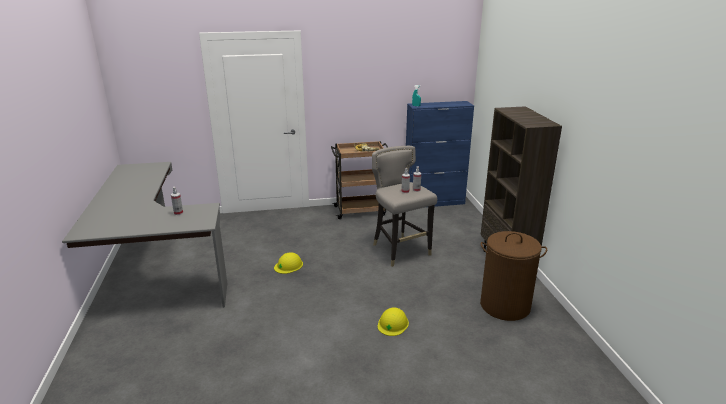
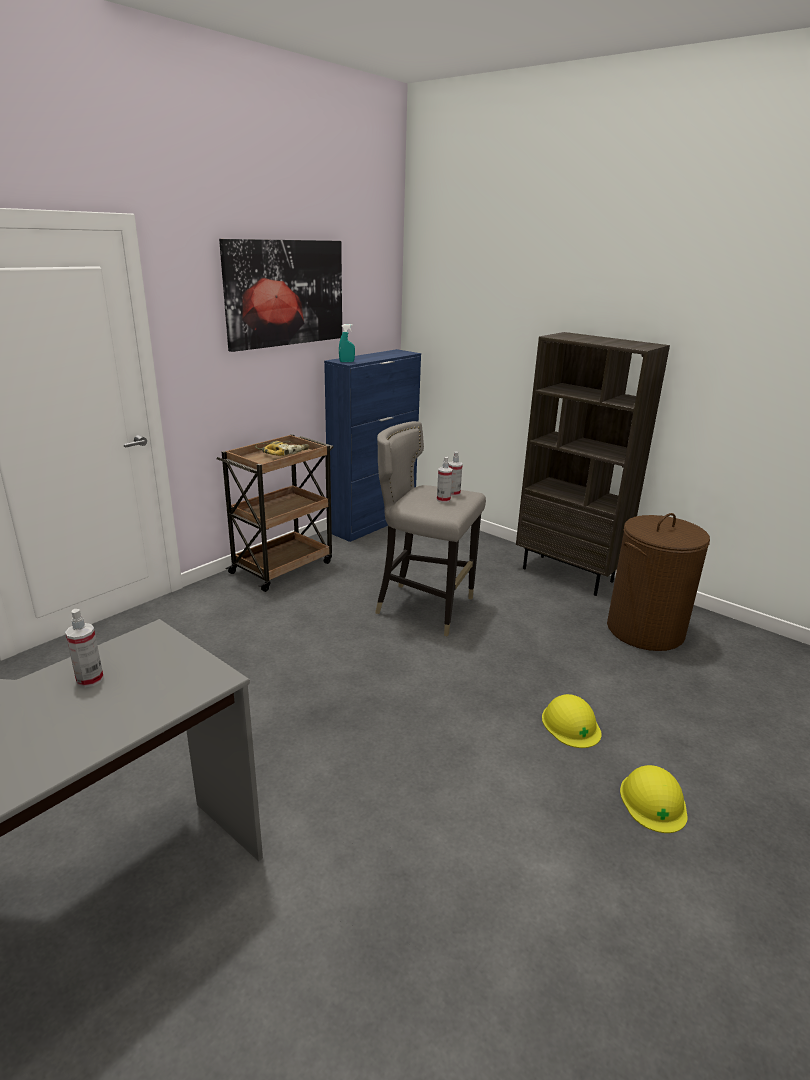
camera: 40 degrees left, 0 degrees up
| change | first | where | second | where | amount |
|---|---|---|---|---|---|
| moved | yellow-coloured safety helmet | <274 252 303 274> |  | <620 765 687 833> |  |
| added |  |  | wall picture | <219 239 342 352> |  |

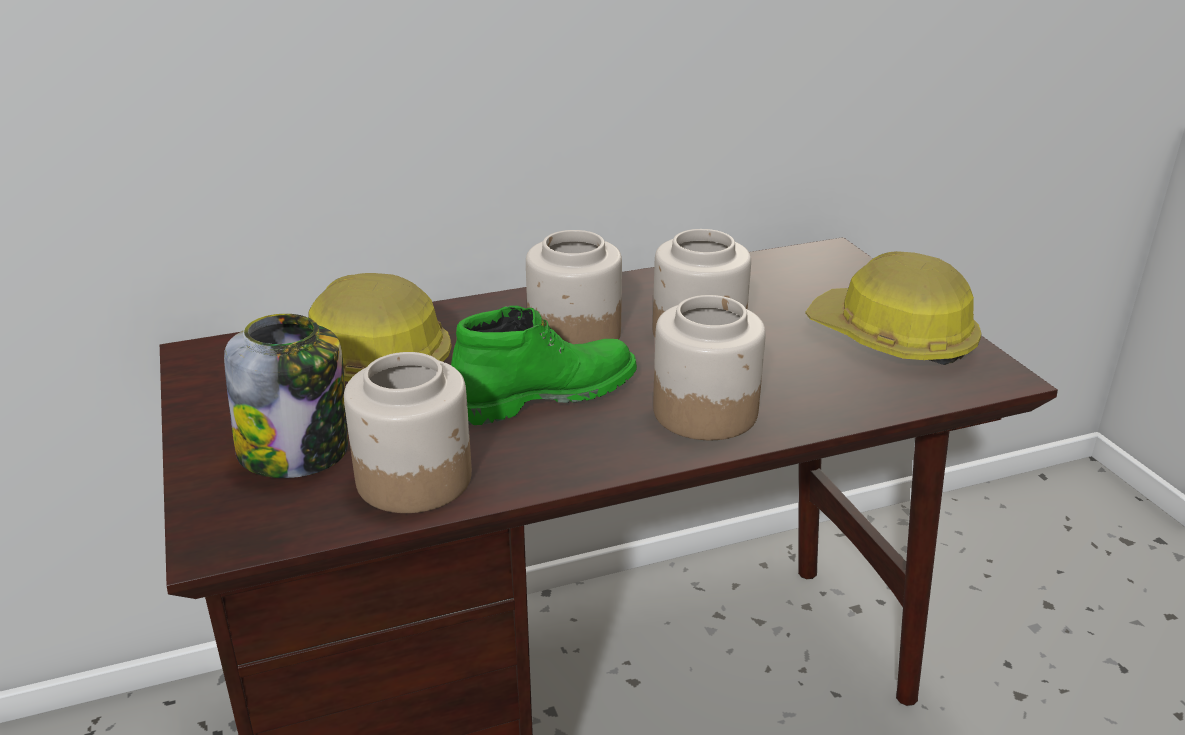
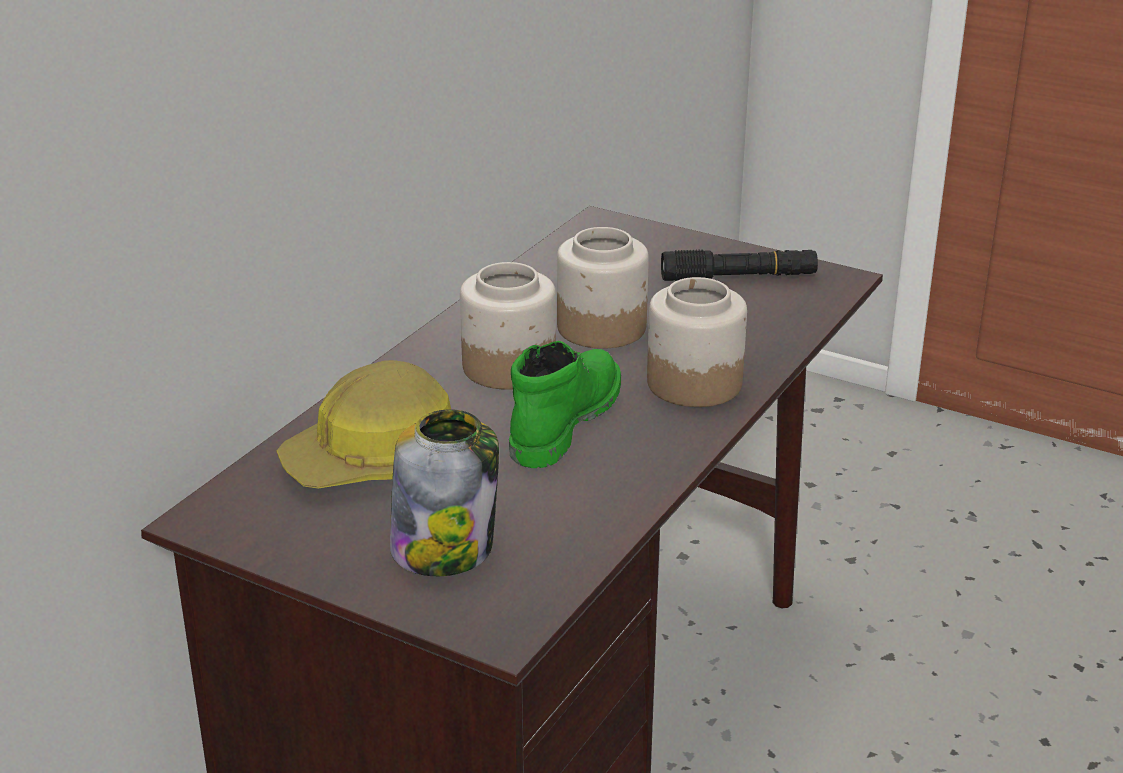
camera: 40 degrees left, 0 degrees up
| change | first | where | second | where | amount |
|---|---|---|---|---|---|
| replaced | safety helmet | <805 251 982 365> | black hand torch | <661 249 818 281> |  |
| removed | storage jar | <344 352 472 513> |  |  |  |

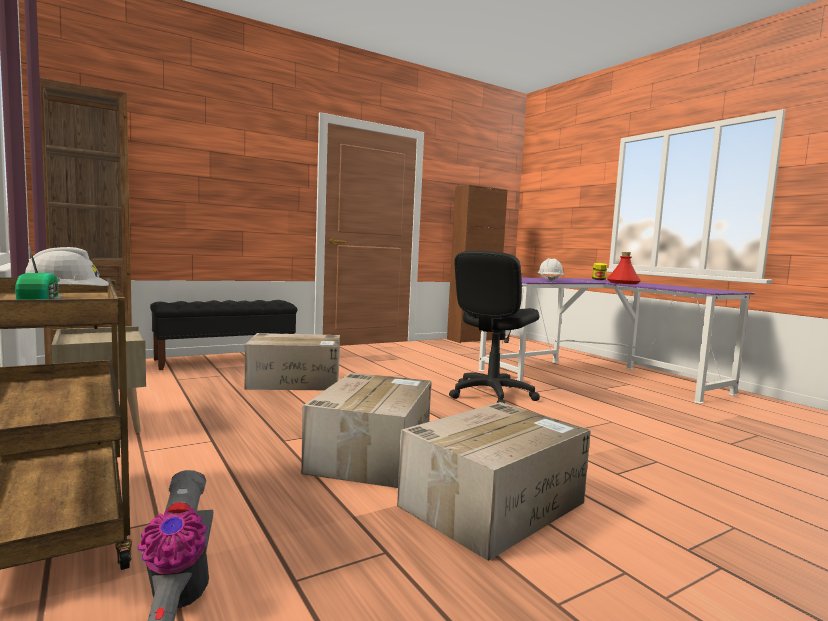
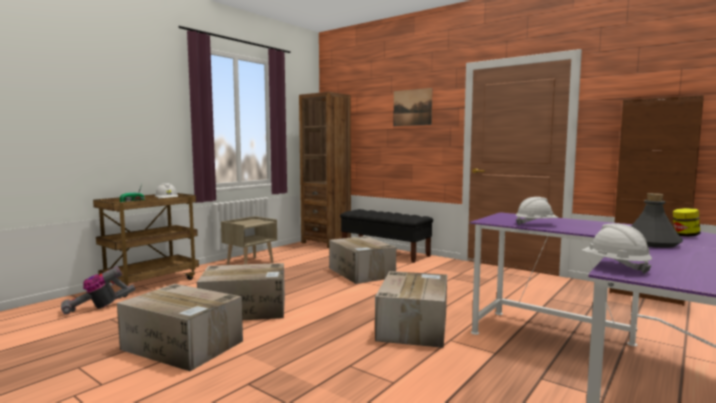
camera: 70 degrees right, 0 degrees up
| change | first | where | second | where | amount |
|---|---|---|---|---|---|
| replaced | black desk chair | <449 251 540 404> | carton | <375 271 447 348> |  |
| recoloured | reddish drink bottle | <607 252 641 284> | gray drink bottle | <631 193 683 248> |  |
| added |  |  | wall picture | <393 88 432 126> |  |
| added |  |  | whitish safety helmet | <582 223 652 274> |  |

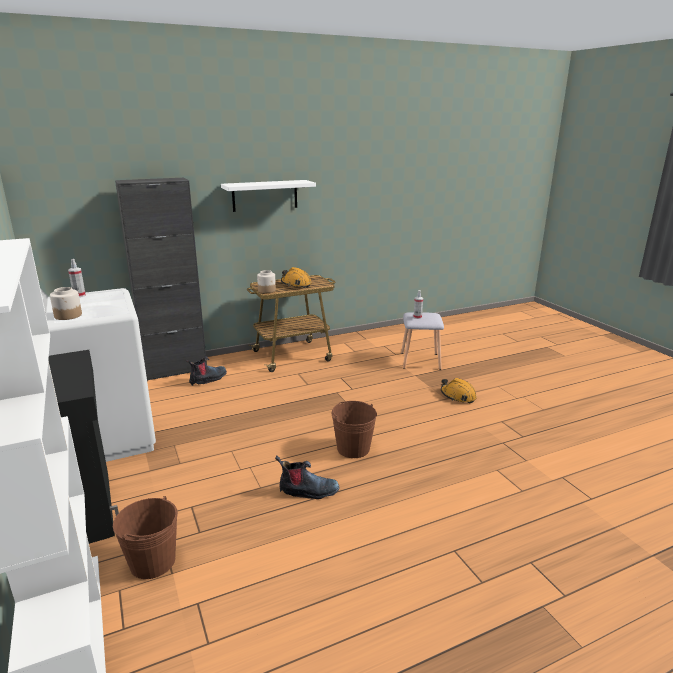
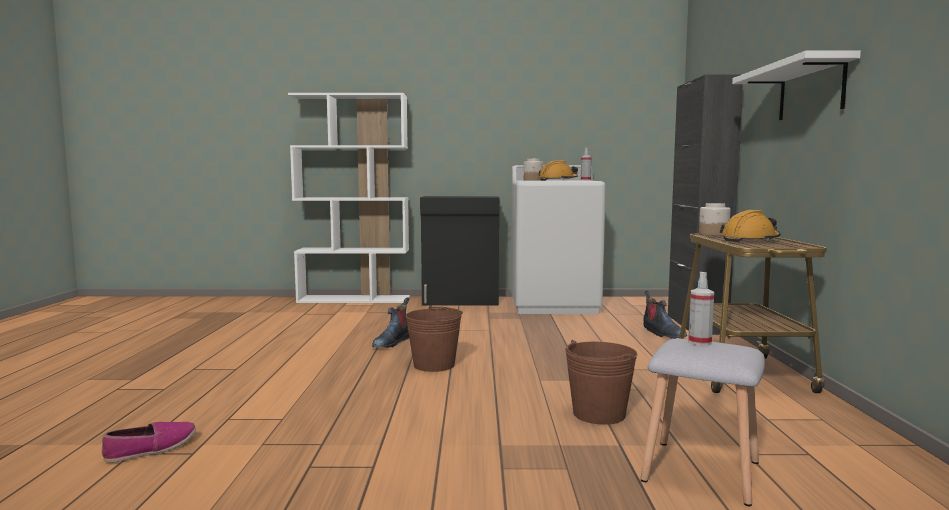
camera: 115 degrees right, 15 degrees down
| change | first | where | second | where | amount |
|---|---|---|---|---|---|
| moved | orange safety helmet | <441 378 477 404> |  | <538 160 578 181> |  |
| moved | brown-coloured water bucket | <113 496 178 579> |  | <565 340 638 425> |  |
| added |  |  | shoe | <102 422 196 463> |  |

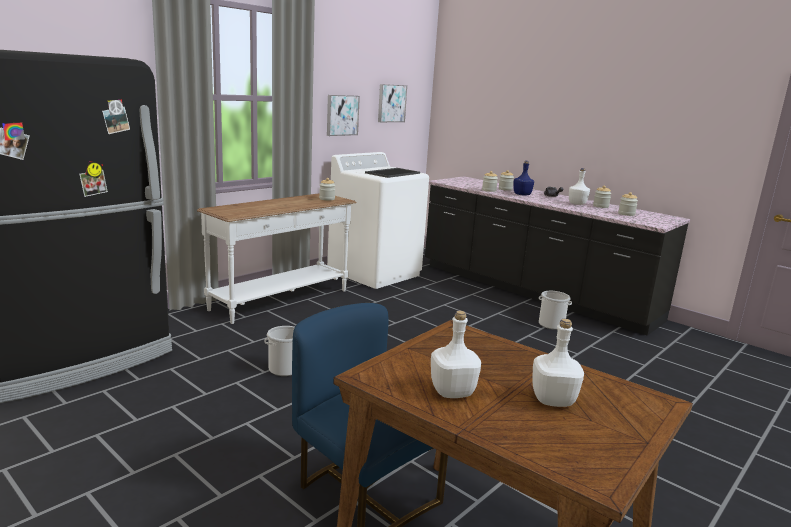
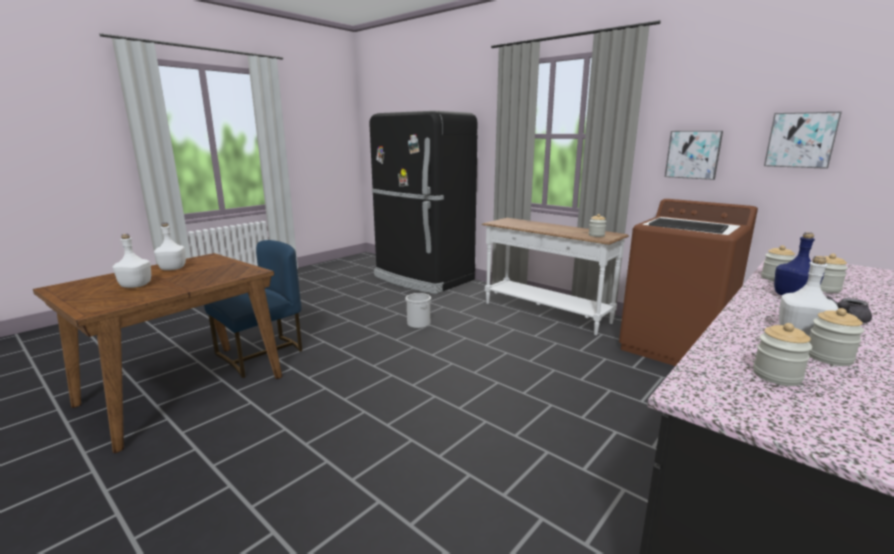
camera: 90 degrees right, 0 degrees up
| change | first | where | second | where | amount |
|---|---|---|---|---|---|
| recoloured | whitish laundry appliance | <327 152 429 289> | brown-coloured laundry appliance | <619 199 758 366> |  |
| removed | water bucket | <539 291 572 330> |  |  |  |

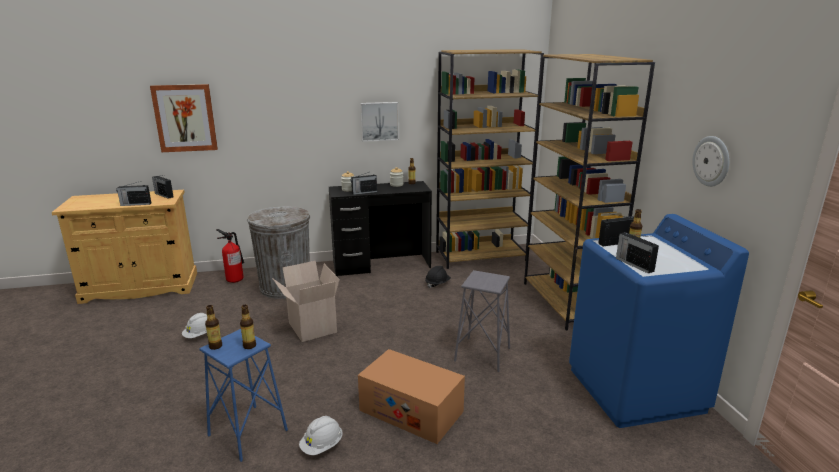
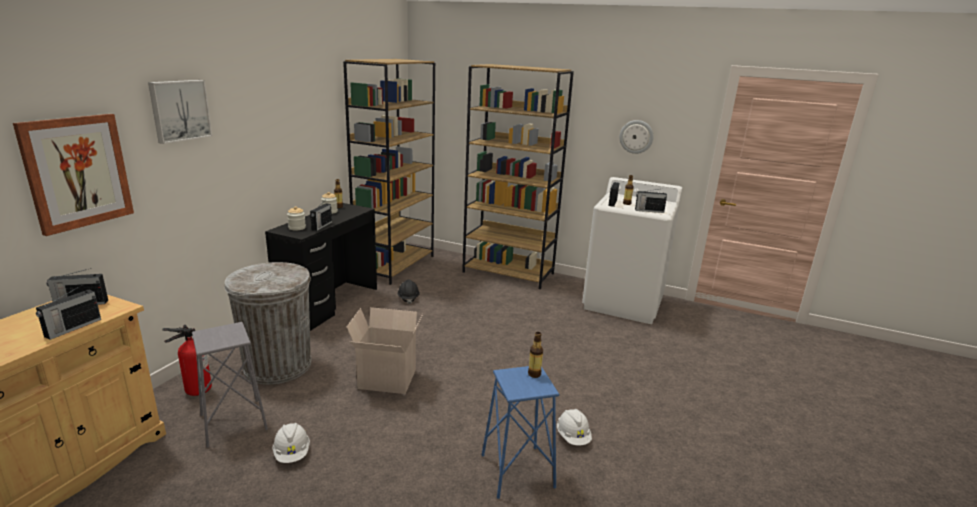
camera: 55 degrees left, 0 degrees up
| change | first | where | second | where | amount |
|---|---|---|---|---|---|
| moved | wall picture | <360 102 399 142> |  | <148 80 212 144> |  |
| recoloured | bluish laundry appliance | <569 214 749 428> | whitish laundry appliance | <582 177 683 324> |  |
| moved | gray sitting stool | <454 270 510 372> |  | <192 322 268 448> |  |
| removed | drink bottle | <205 305 222 350> |  |  |  |
| removed | carton | <358 349 465 444> |  |  |  |

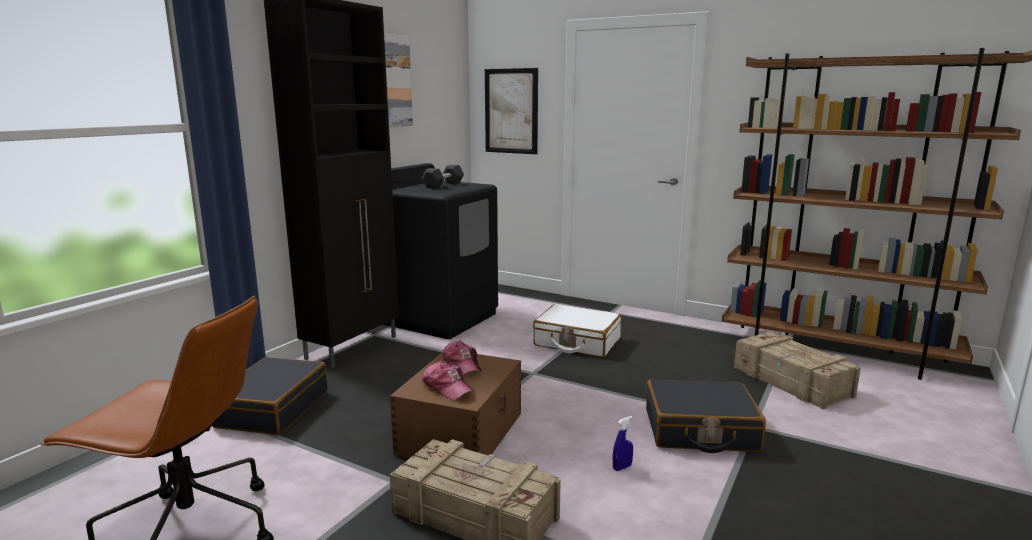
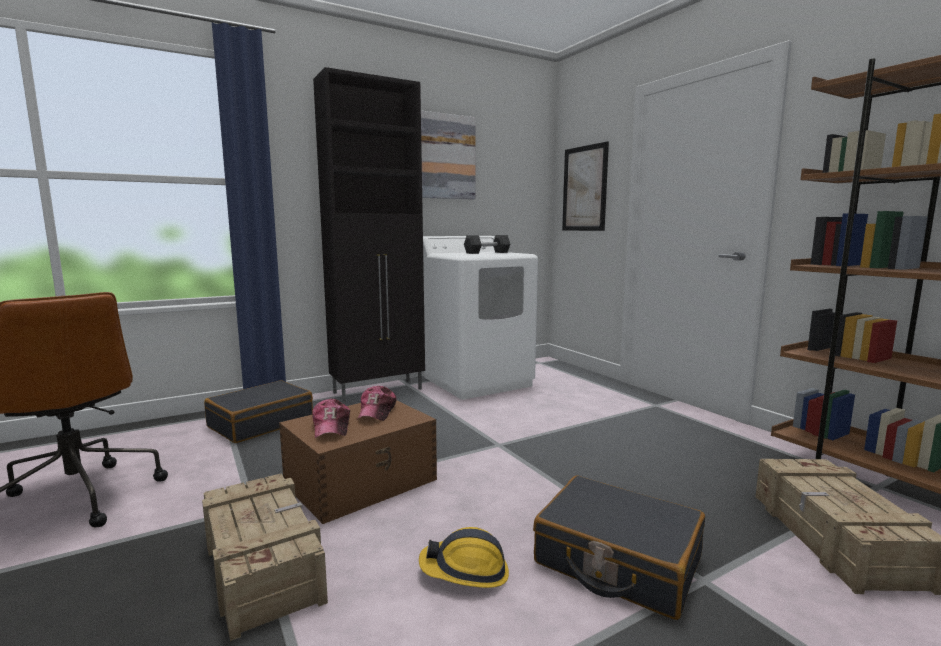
camera: 30 degrees right, 5 degrees down
| change | first | where | second | where | amount |
|---|---|---|---|---|---|
| recoloured | black laundry appliance | <383 163 498 339> | whitish laundry appliance | <423 236 538 400> |  |
| removed | whitish suitcase | <533 304 621 358> |  |  |  |
| replaced | bluish spray bottle | <613 416 633 471> | safety helmet | <419 527 509 588> |  |

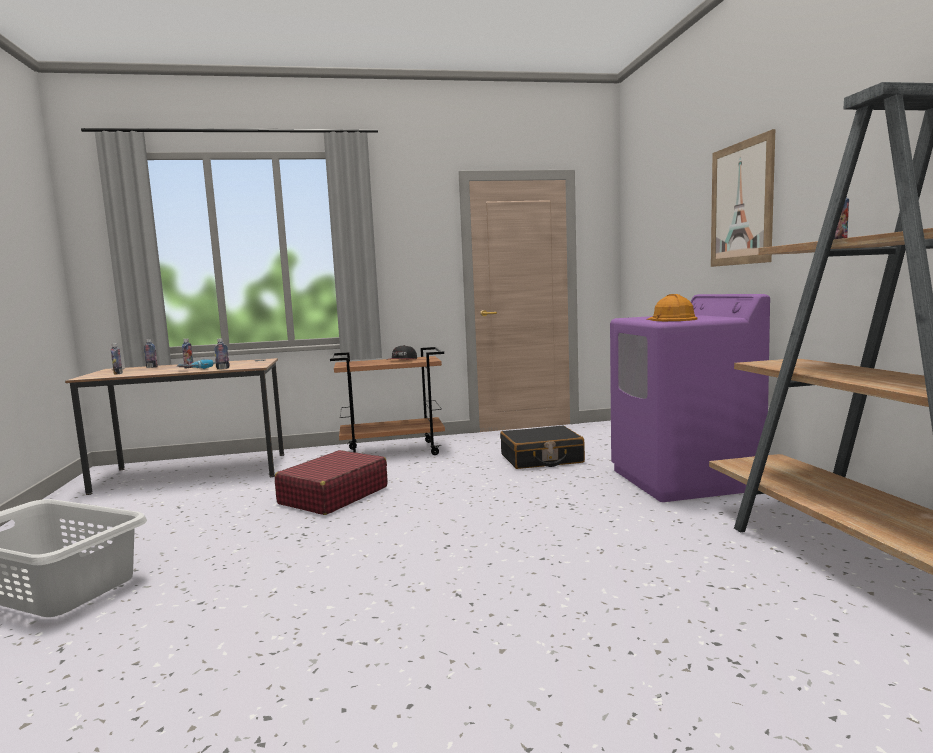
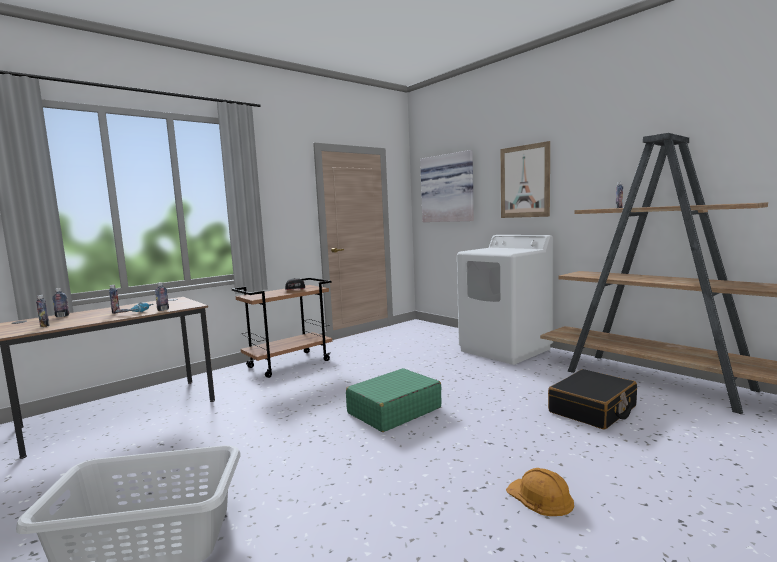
camera: 30 degrees left, 0 degrees up
| change | first | where | second | where | amount |
|---|---|---|---|---|---|
| recoloured | purple-coloured laundry appliance | <610 294 770 502> | whitish laundry appliance | <457 235 553 365> |  |
| moved | orange safety helmet | <646 294 697 321> |  | <506 468 574 516> |  |
| moved | black suitcase | <500 426 585 469> |  | <548 369 637 430> |  |
| removed | reddish suitcase | <275 450 388 515> |  |  |  |
| added |  |  | wall picture | <420 150 474 222> |  |
| added |  |  | green-coloured suitcase | <346 368 442 432> |  |

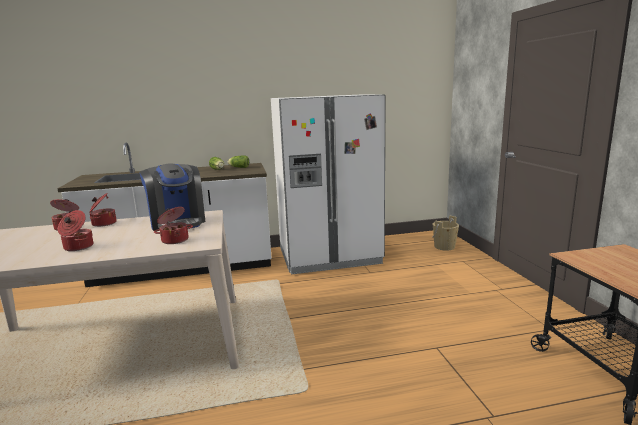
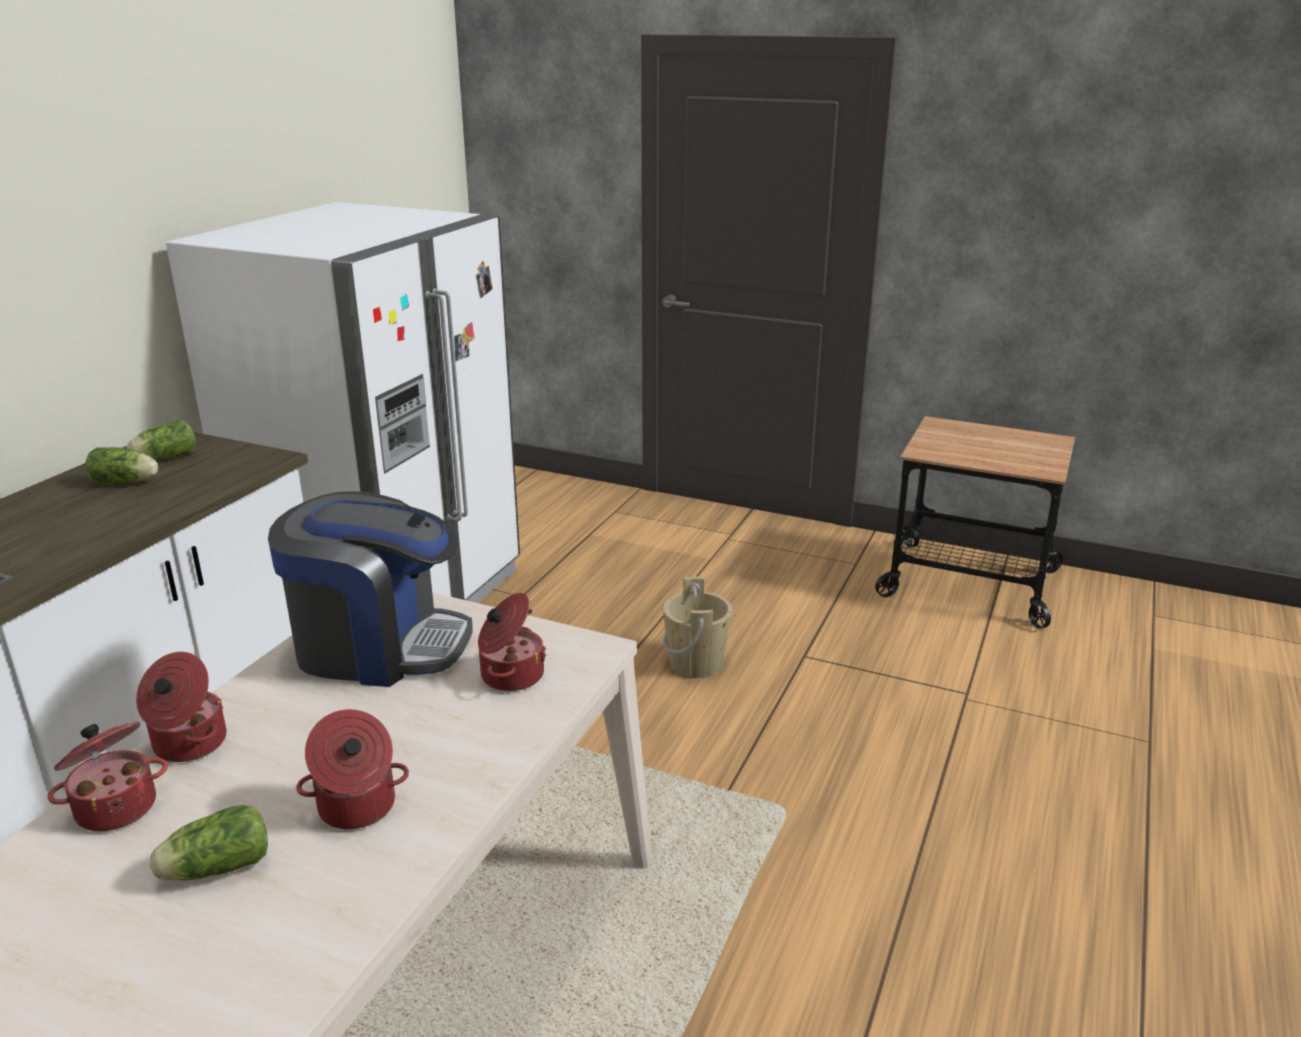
camera: 55 degrees left, 10 degrees up
| change | first | where | second | where | amount |
|---|---|---|---|---|---|
| moved | beige water bucket | <433 216 459 250> |  | <663 576 732 678> |  |
| added |  |  | lettuce | <150 805 268 880> |  |

